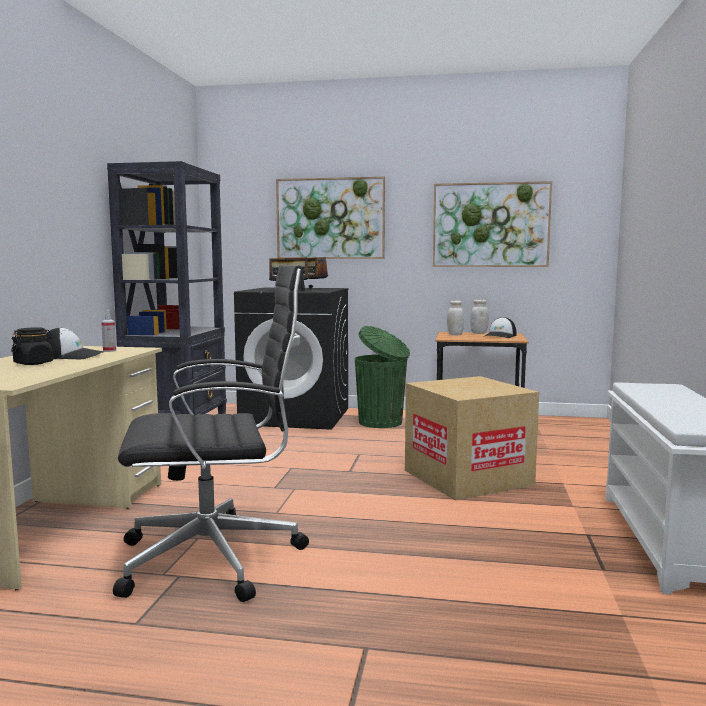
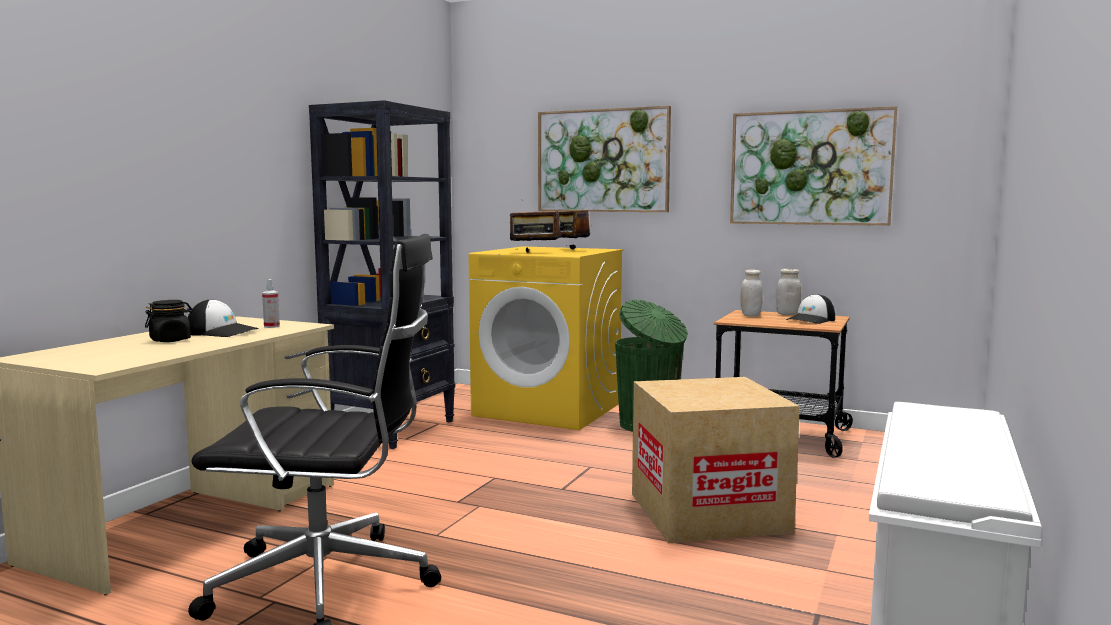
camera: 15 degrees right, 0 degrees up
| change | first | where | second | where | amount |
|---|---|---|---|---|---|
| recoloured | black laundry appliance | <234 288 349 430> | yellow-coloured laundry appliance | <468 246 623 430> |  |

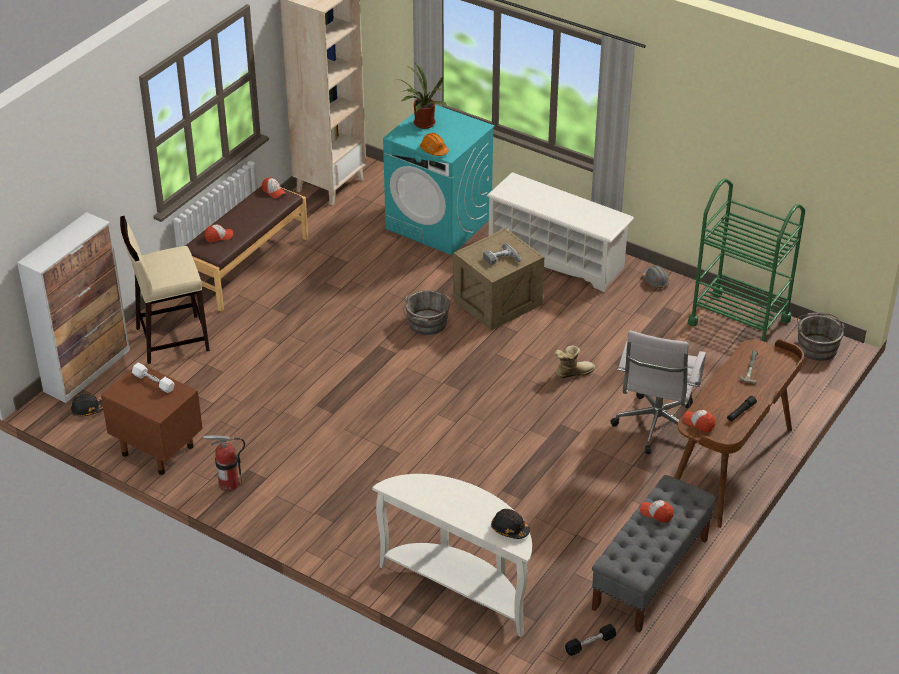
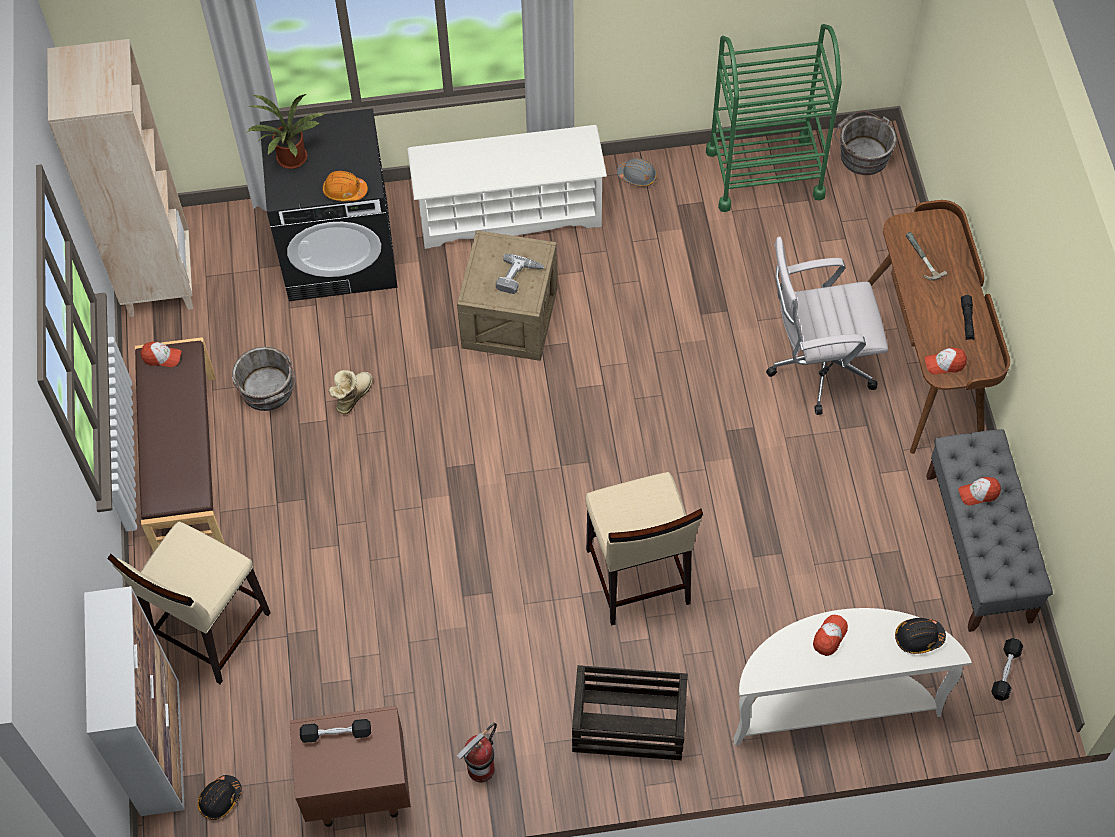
camera: 40 degrees left, 20 degrees up
| change | first | where | second | where | amount |
|---|---|---|---|---|---|
| recoloured | turquoise-coloured laundry appliance | <383 105 495 255> | black laundry appliance | <260 108 398 301> |  |
| moved | baseball cap | <205 224 233 242> |  | <813 615 848 656> |  |
| moved | gray water bucket | <403 290 450 335> |  | <232 347 296 411> |  |
| turned | whitish desk chair | <610 330 706 454> |  | <766 237 888 415> | 105 degrees clockwise |
| moved | boot | <555 345 595 378> |  | <328 370 373 414> |  |
| recoloured | whitish free weight | <132 362 174 393> | black free weight | <300 719 371 743> |  |
| added |  |  | beige sitting stool | <585 472 703 626> |  |
| added |  |  | packing crate | <572 665 688 760> |  |

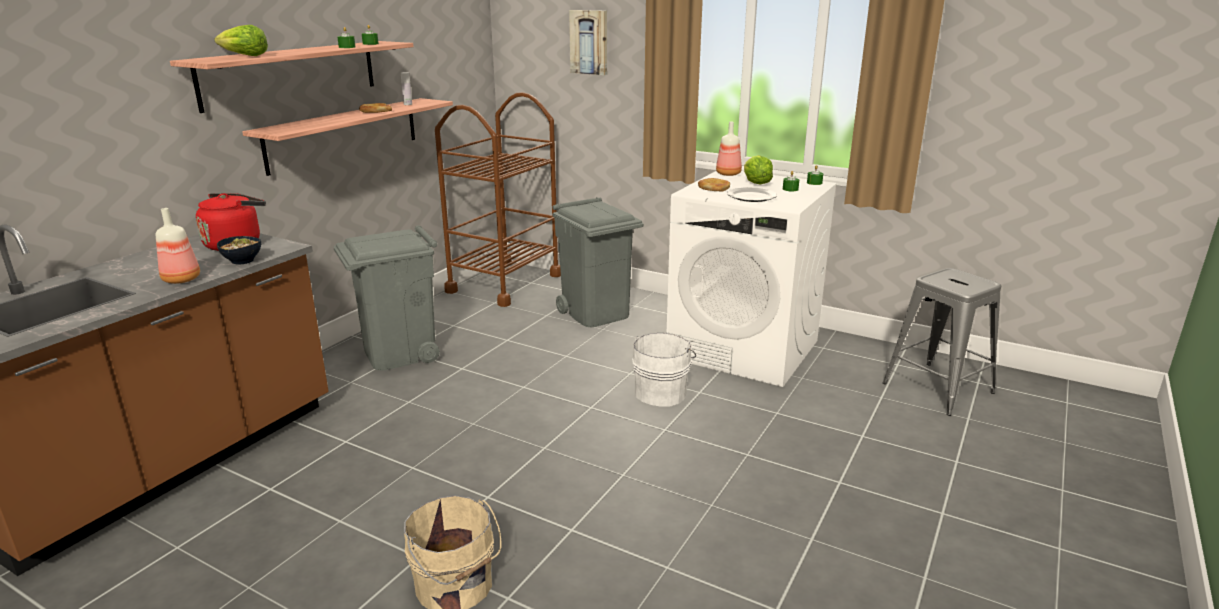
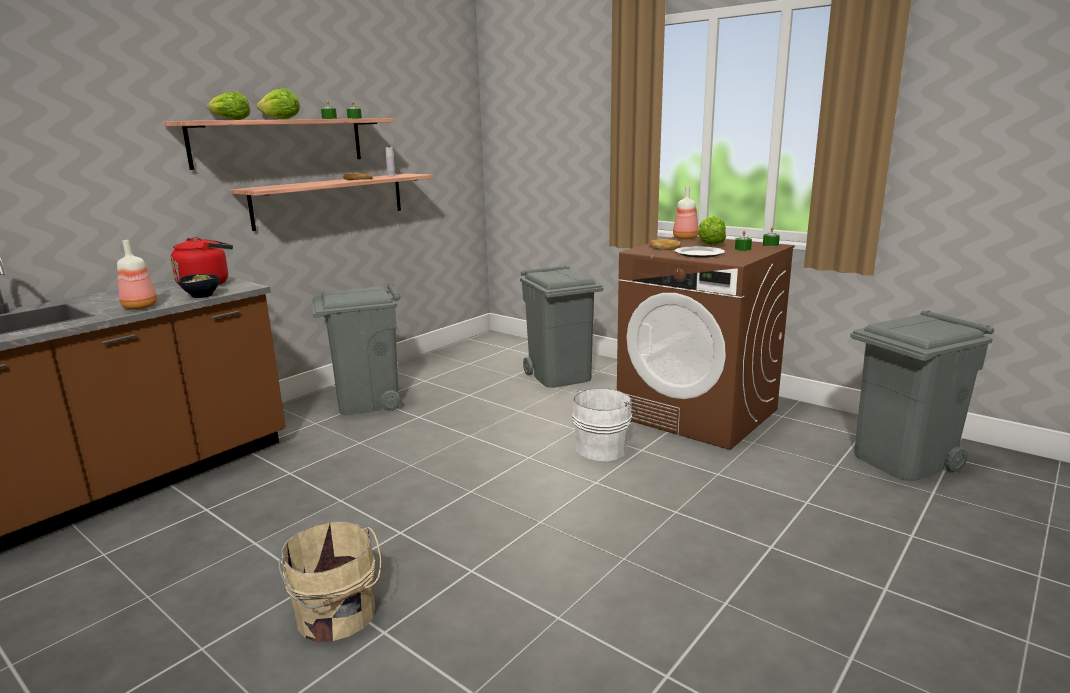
camera: 10 degrees right, 5 degrees down
| change | first | where | second | where | amount |
|---|---|---|---|---|---|
| removed | wall picture | <569 10 607 75> |  |  |  |
| removed | brown-coloured cart | <435 92 561 307> |  |  |  |
| recoloured | whitish laundry appliance | <667 171 837 387> | brown-coloured laundry appliance | <617 236 795 450> |  |
| replaced | gray sitting stool | <882 268 1001 416> | gray waste bin | <850 310 994 481> |  |
| added |  |  | lettuce | <256 88 300 119> |  |

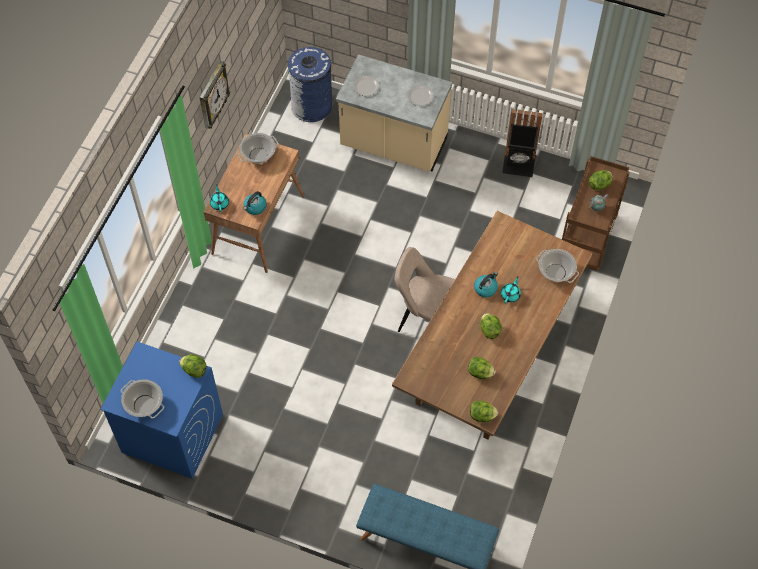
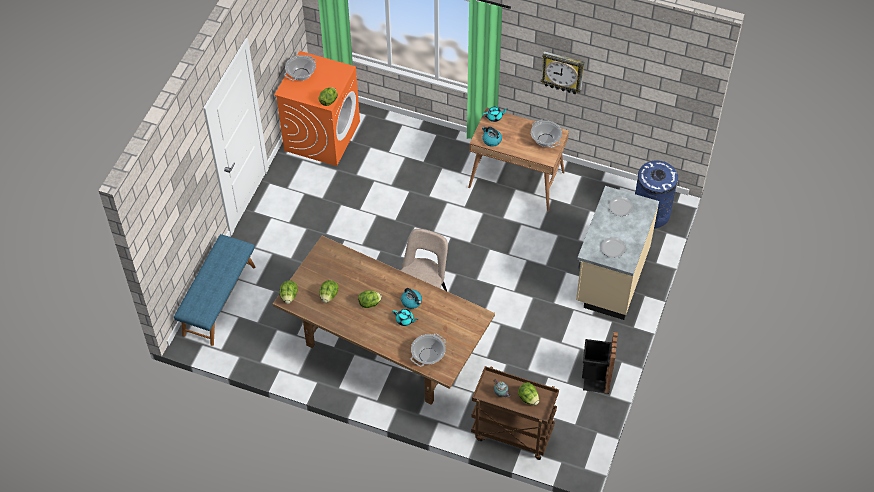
camera: 90 degrees right, 5 degrees down
| change | first | where | second | where | amount |
|---|---|---|---|---|---|
| recoloured | bluish laundry appliance | <101 341 223 479> | orange laundry appliance | <274 51 360 166> |  |

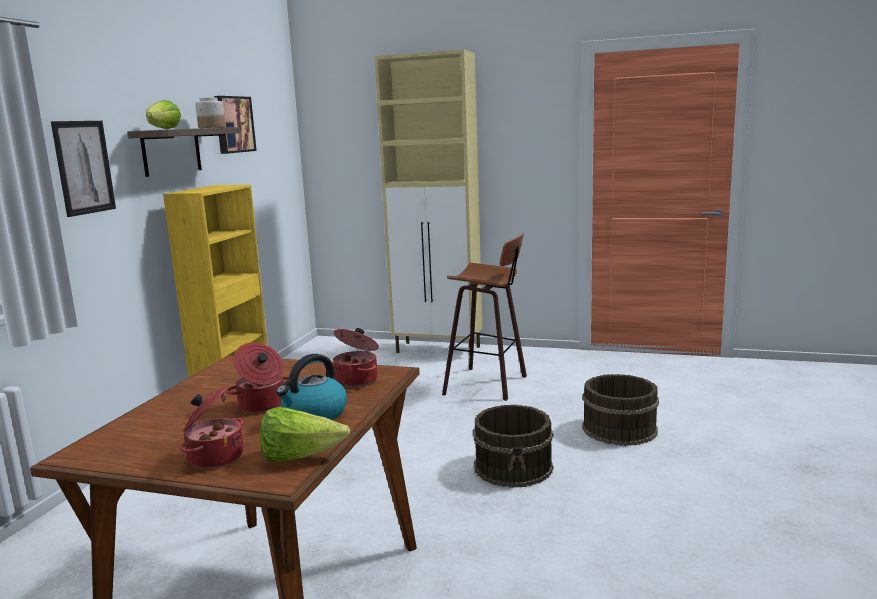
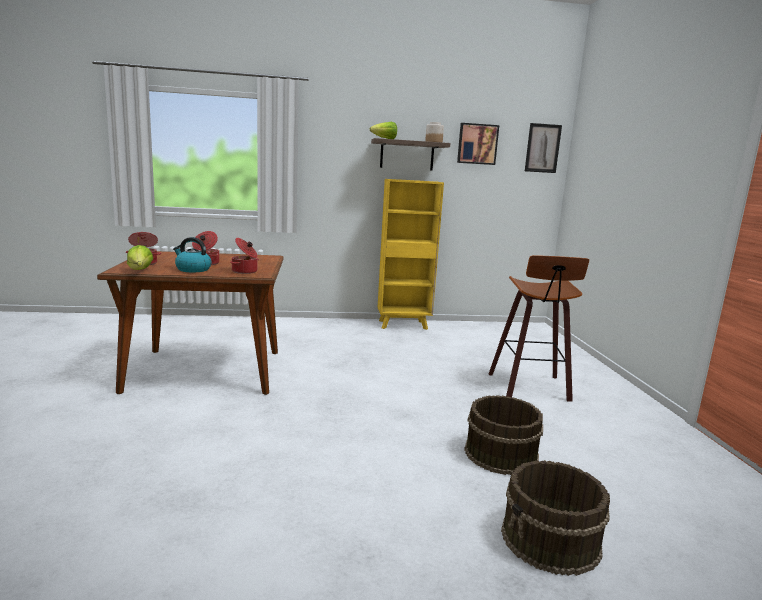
camera: 65 degrees right, 0 degrees up
| change | first | where | second | where | amount |
|---|---|---|---|---|---|
| removed | beige cupboard | <374 50 483 354> |  |  |  |
| moved | wall picture | <51 121 116 217> |  | <525 123 562 173> |  |
| moved | brown-coloured water bucket | <473 405 554 488> |  | <501 460 610 576> |  |

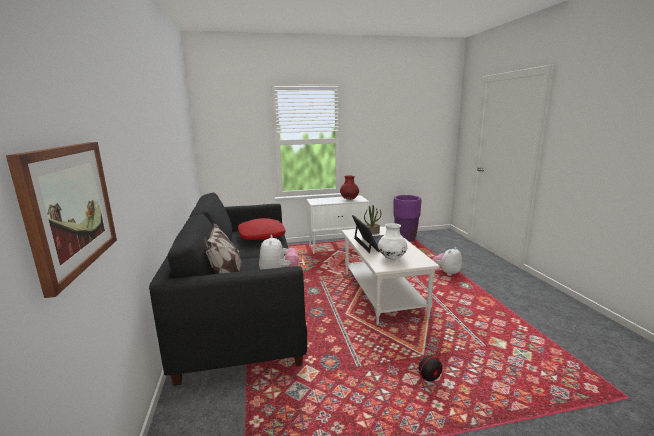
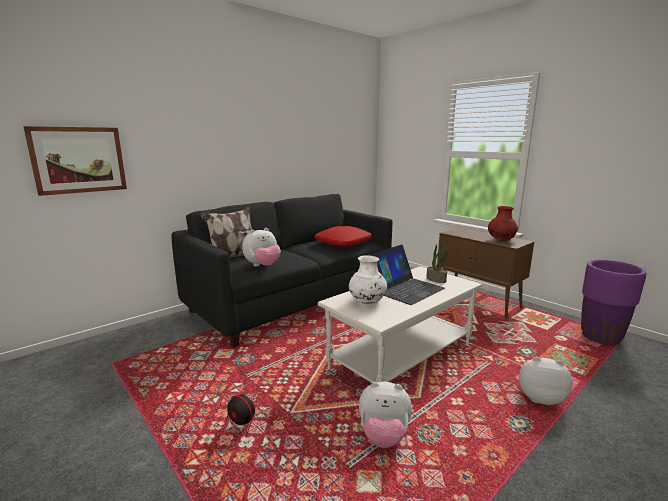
camera: 60 degrees right, 0 degrees up
| change | first | where | second | where | amount |
|---|---|---|---|---|---|
| recoloured | whitish cupboard | <306 195 369 254> | brown-coloured cupboard | <437 228 534 318> |  |
| added |  |  | plush toy | <359 382 412 448> |  |

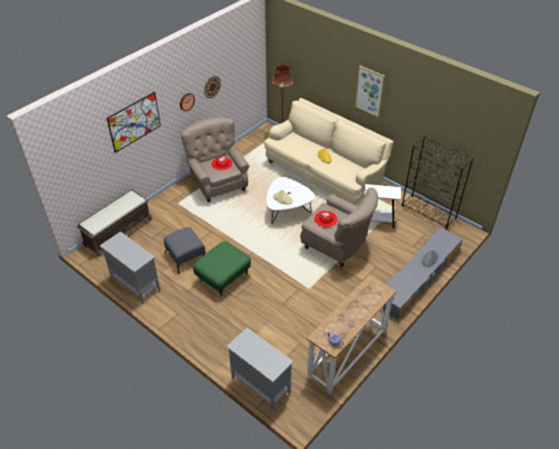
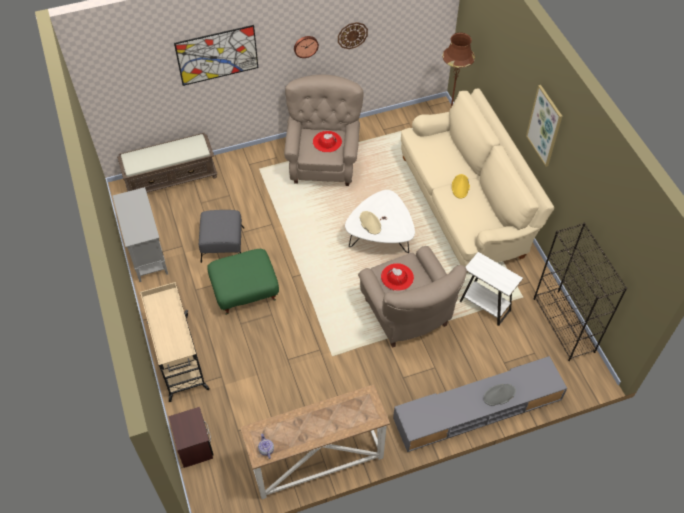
camera: 30 degrees right, 10 degrees up
| change | first | where | second | where | amount |
|---|---|---|---|---|---|
| replaced | gray cupboard | <226 328 294 411> | brown-coloured night table | <168 407 214 468> |  |
| added |  |  | beige cart | <140 282 210 402> |  |

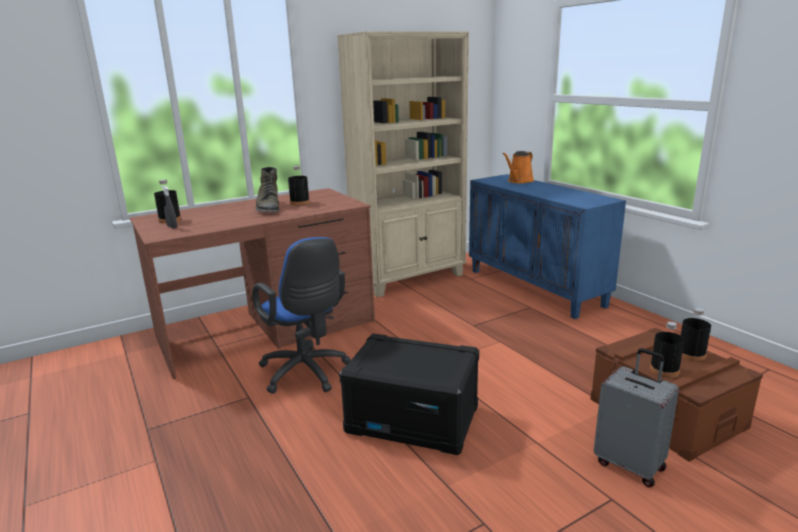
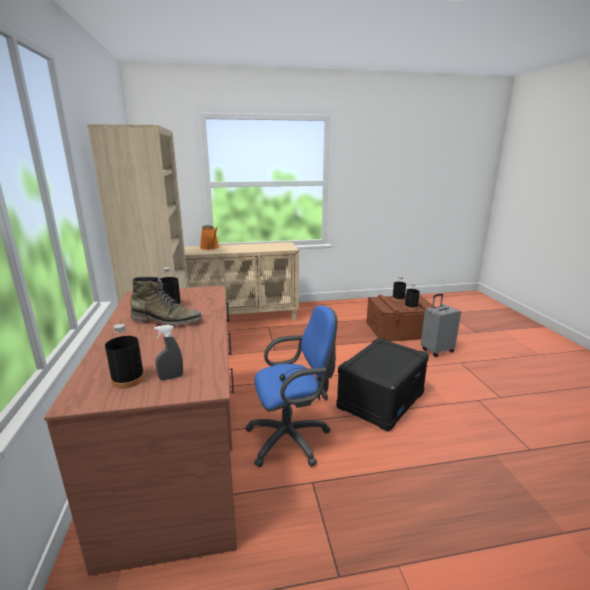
camera: 70 degrees left, 0 degrees up
| change | first | where | second | where | amount |
|---|---|---|---|---|---|
| recoloured | bluish cupboard | <469 174 626 319> | beige cupboard | <184 242 299 321> |  |

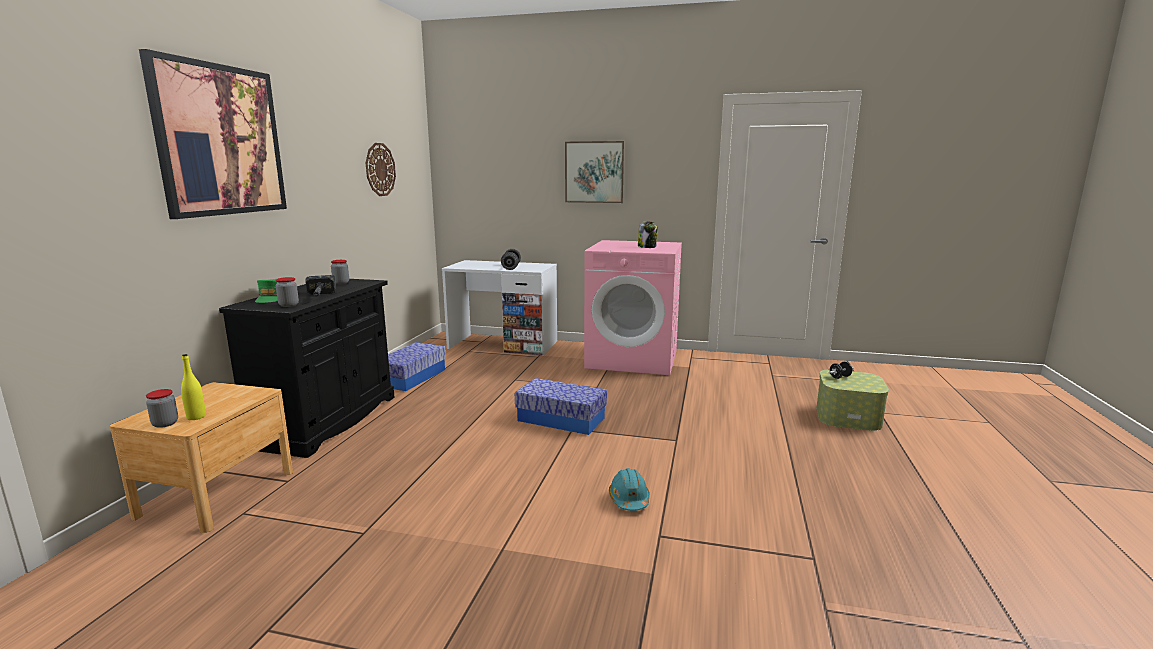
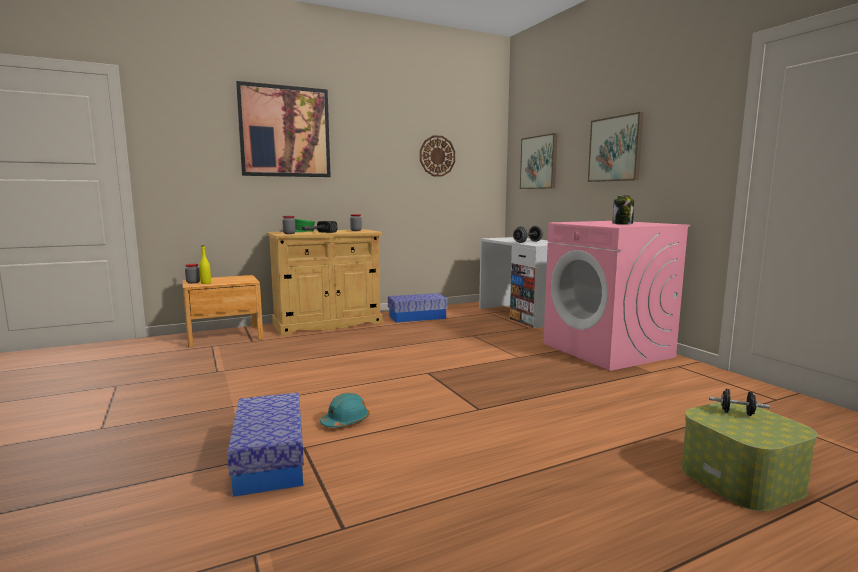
camera: 50 degrees right, 5 degrees down
| change | first | where | second | where | amount |
|---|---|---|---|---|---|
| recoloured | black cupboard | <219 279 395 458> | beige cupboard | <267 229 382 336> |  |
| moved | storage box | <515 378 607 435> |  | <227 393 304 497> |  |
| added |  |  | wall picture | <520 133 557 189> |  |

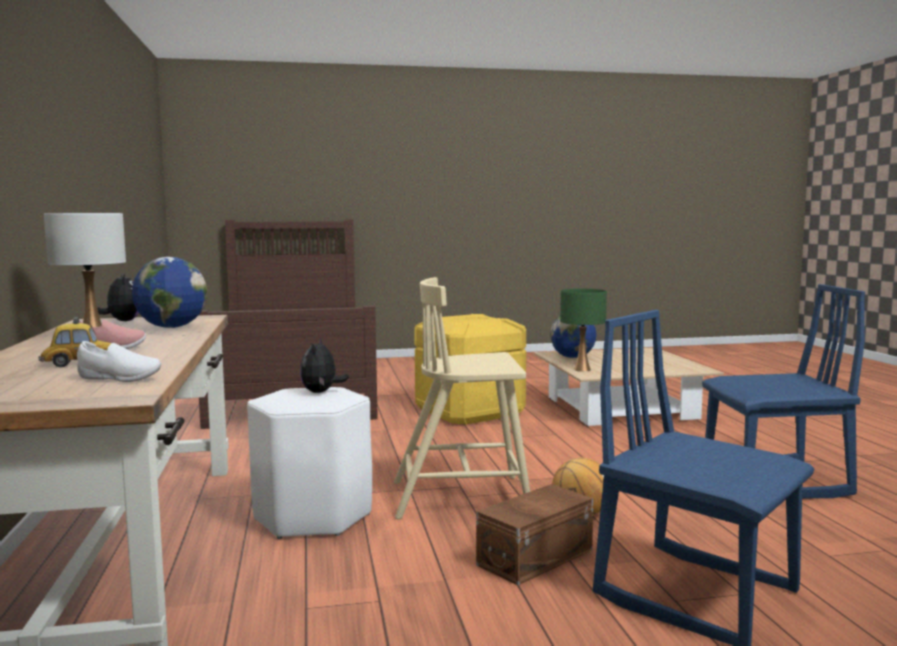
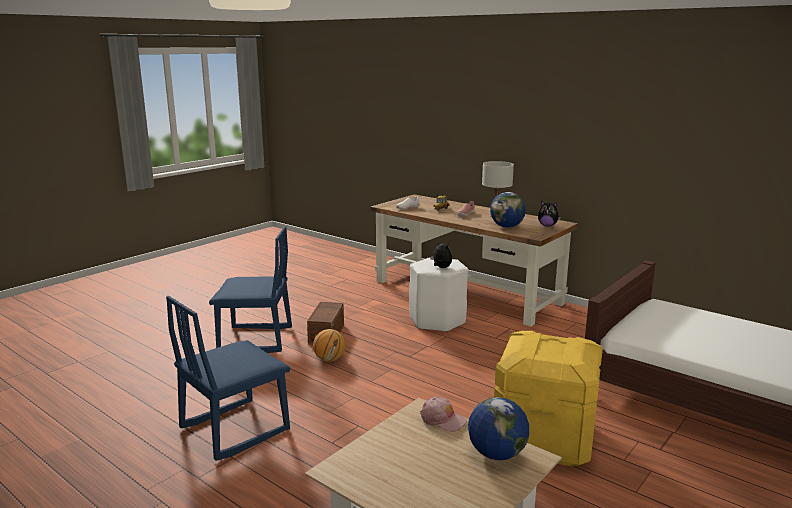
camera: 140 degrees right, 10 degrees up
| change | first | where | second | where | amount |
|---|---|---|---|---|---|
| removed | beige plain chair | <394 277 530 519> |  |  |  |
| replaced | green-coloured table lamp | <560 289 607 372> | pink baseball cap | <420 397 467 432> |  |

